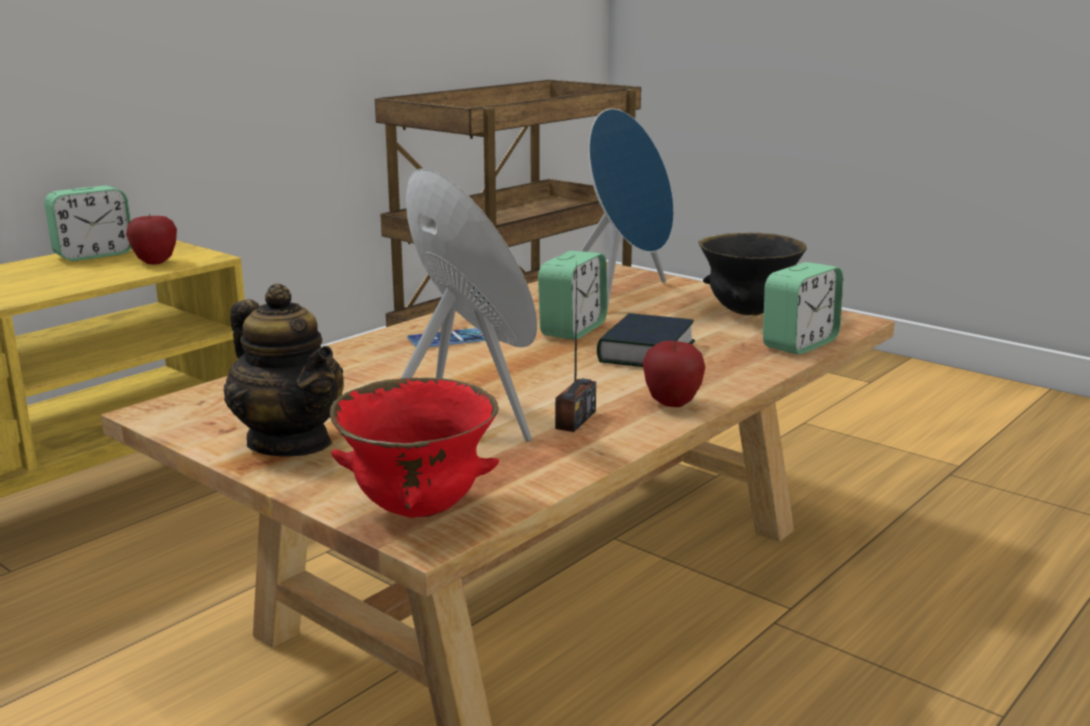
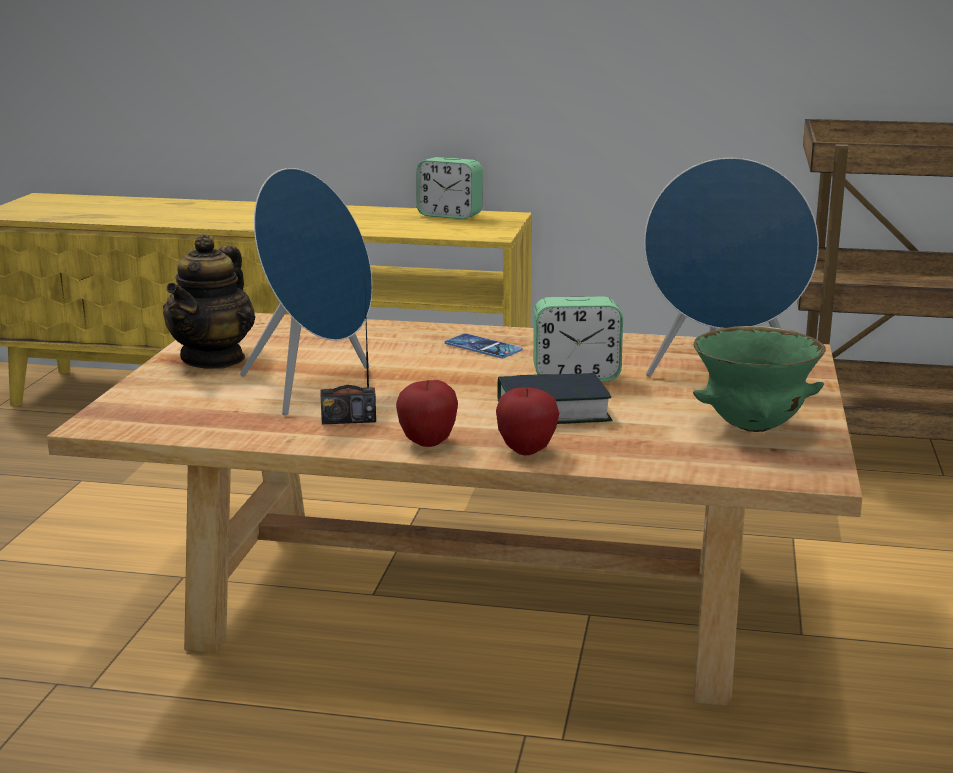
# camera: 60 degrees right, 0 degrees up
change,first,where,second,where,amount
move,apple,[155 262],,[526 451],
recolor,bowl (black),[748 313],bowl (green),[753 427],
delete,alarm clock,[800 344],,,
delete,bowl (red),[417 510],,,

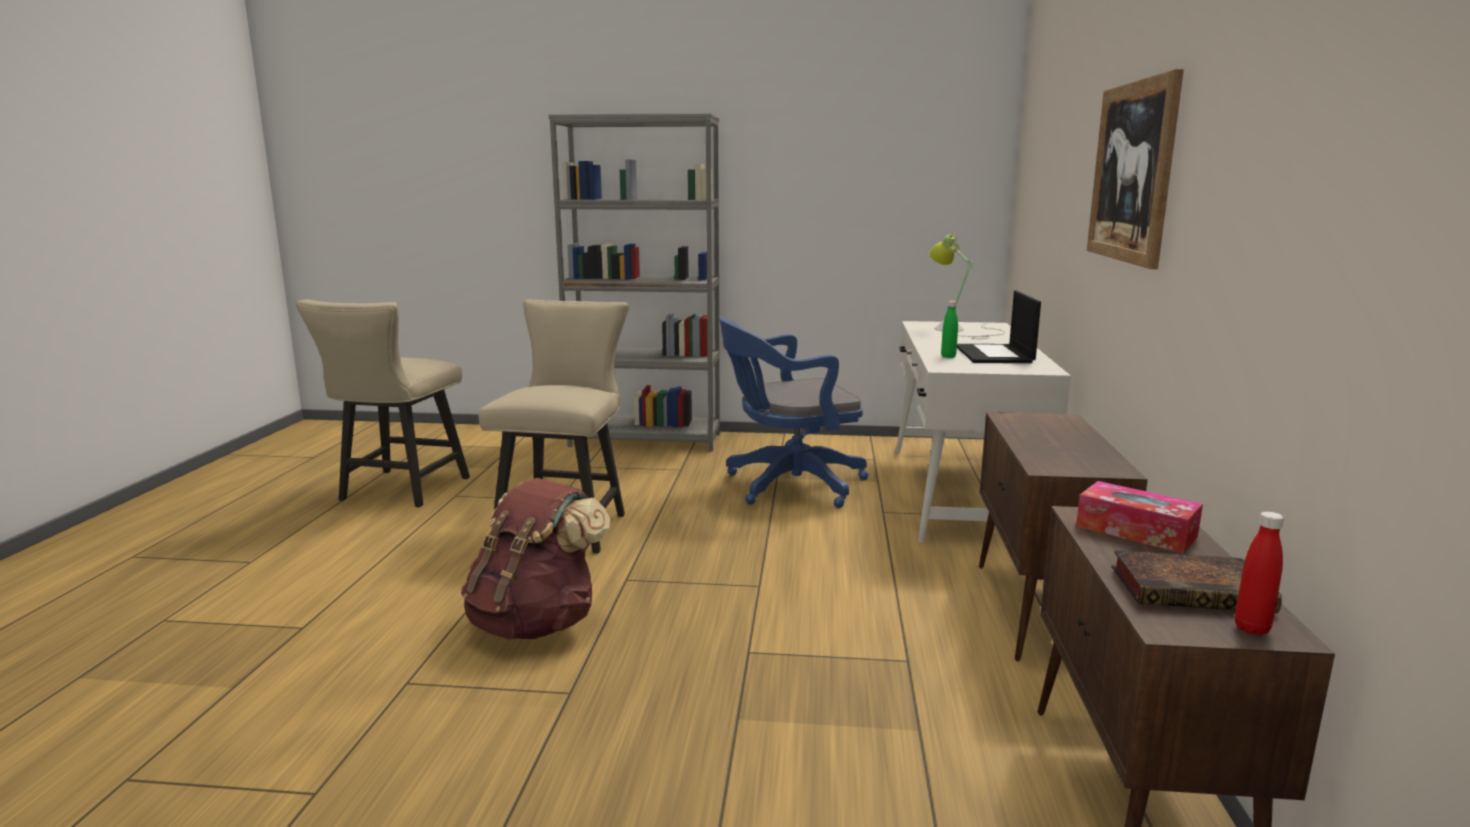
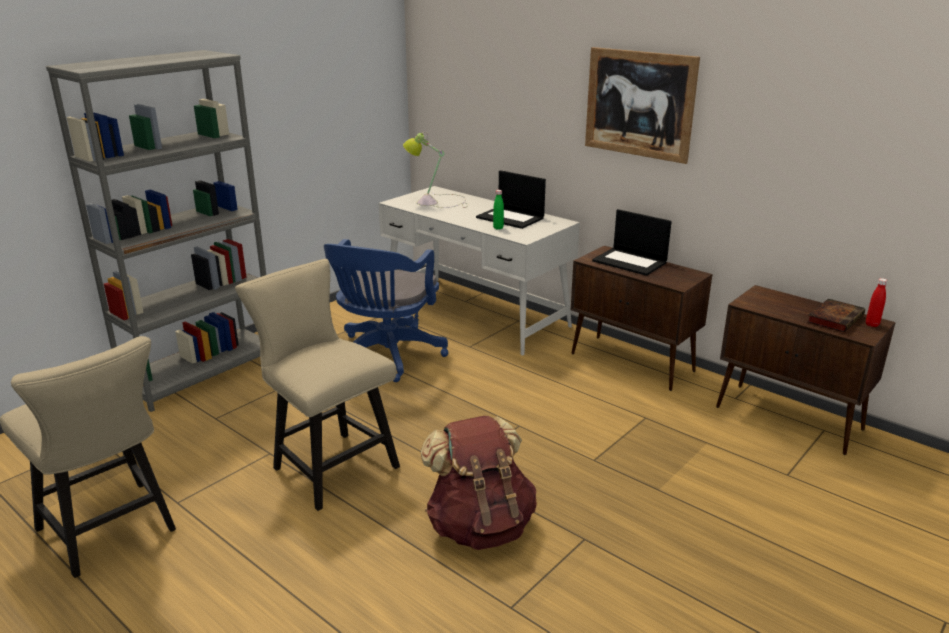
# camera: 55 degrees left, 10 degrees up
change,first,where,second,where,amount
delete,tissue box,[1136 531],,,
insert,,,laptop,[630 262],

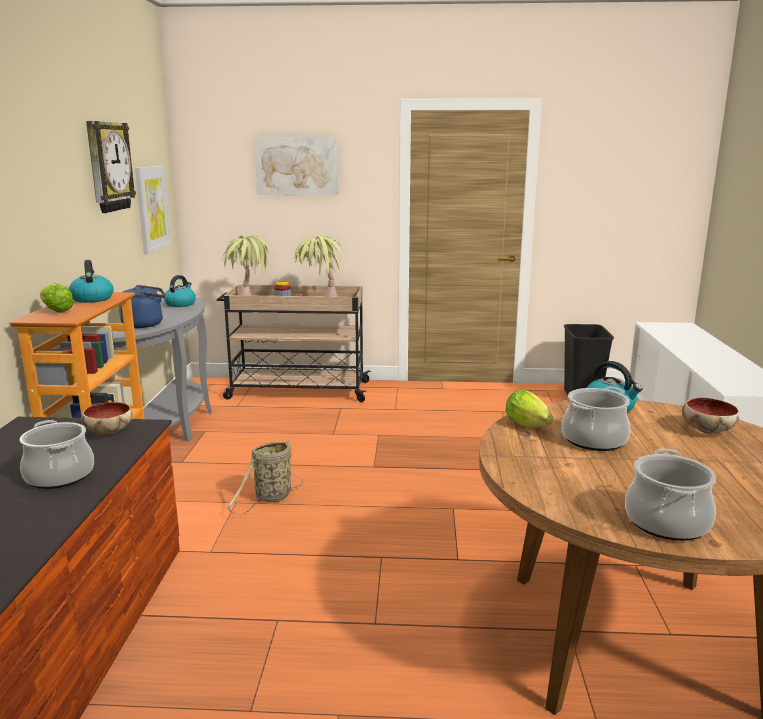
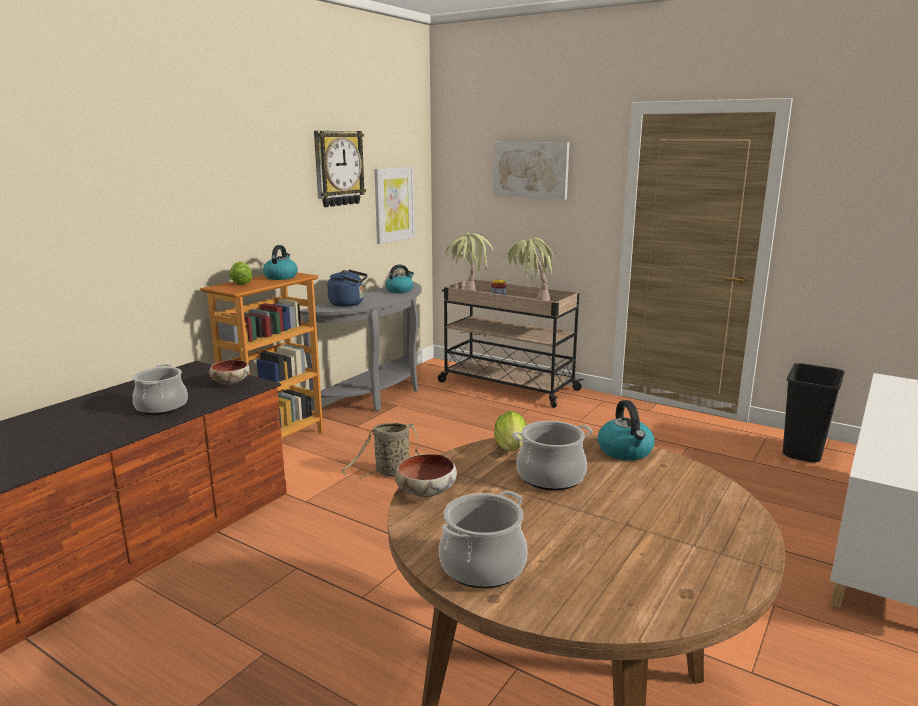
# camera: 30 degrees right, 0 degrees up
change,first,where,second,where,amount
move,bowl,[707 429],,[426 492],

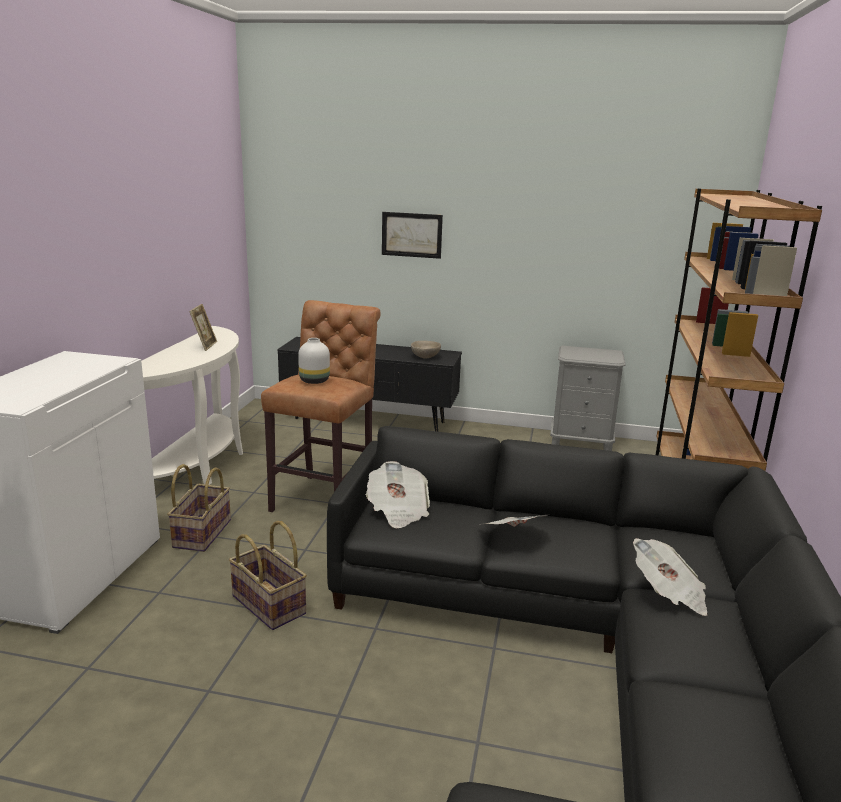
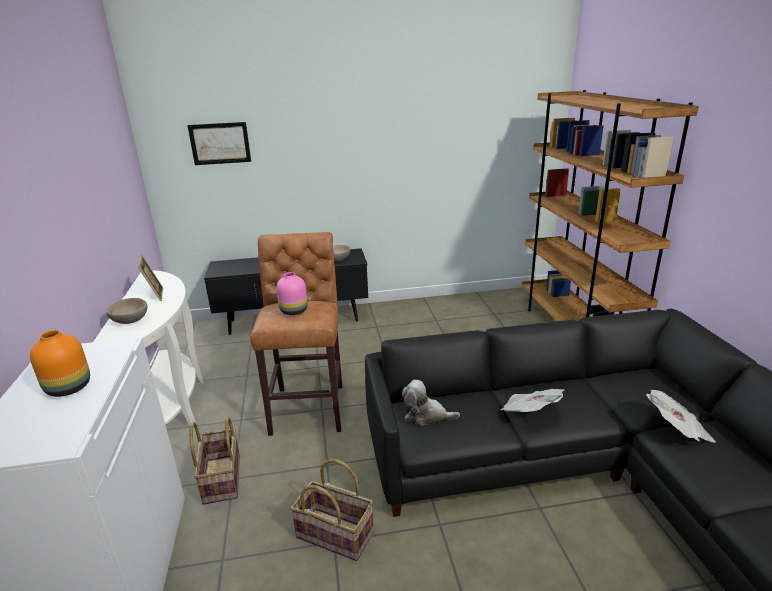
# camera: 20 degrees left, 5 degrees up
change,first,where,second,where,amount
move,picture,[411 235],,[220 143],
recolor,vase (white),[313 381],vase (pink),[293 311],
delete,nightstand (grey),[581 444],,,
replace,newspaper,[398 511],plush toy,[426 416],
insert,,,bowl (beige),[129 321],
insert,,,vase (orange),[69 388],

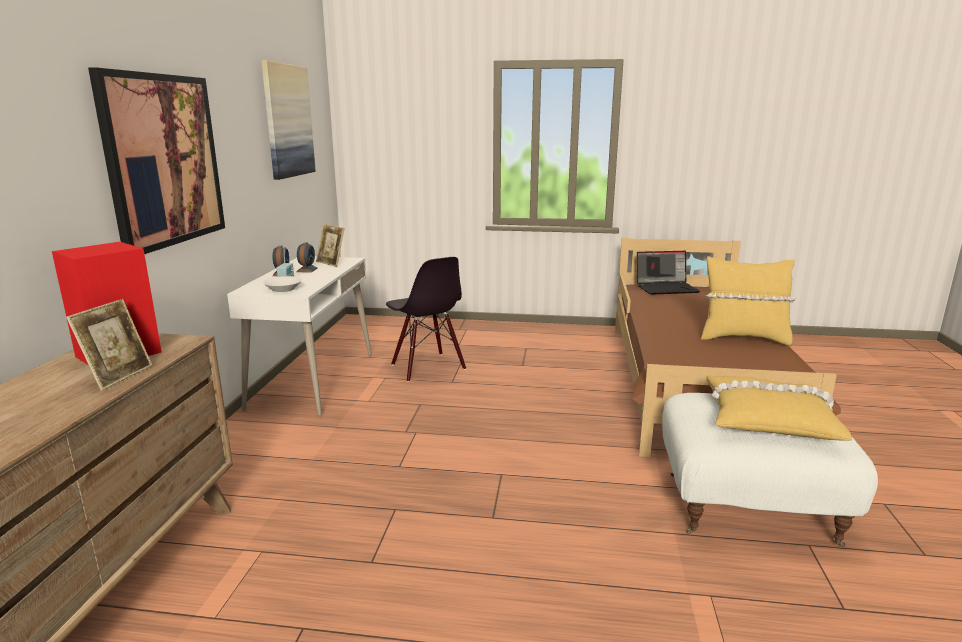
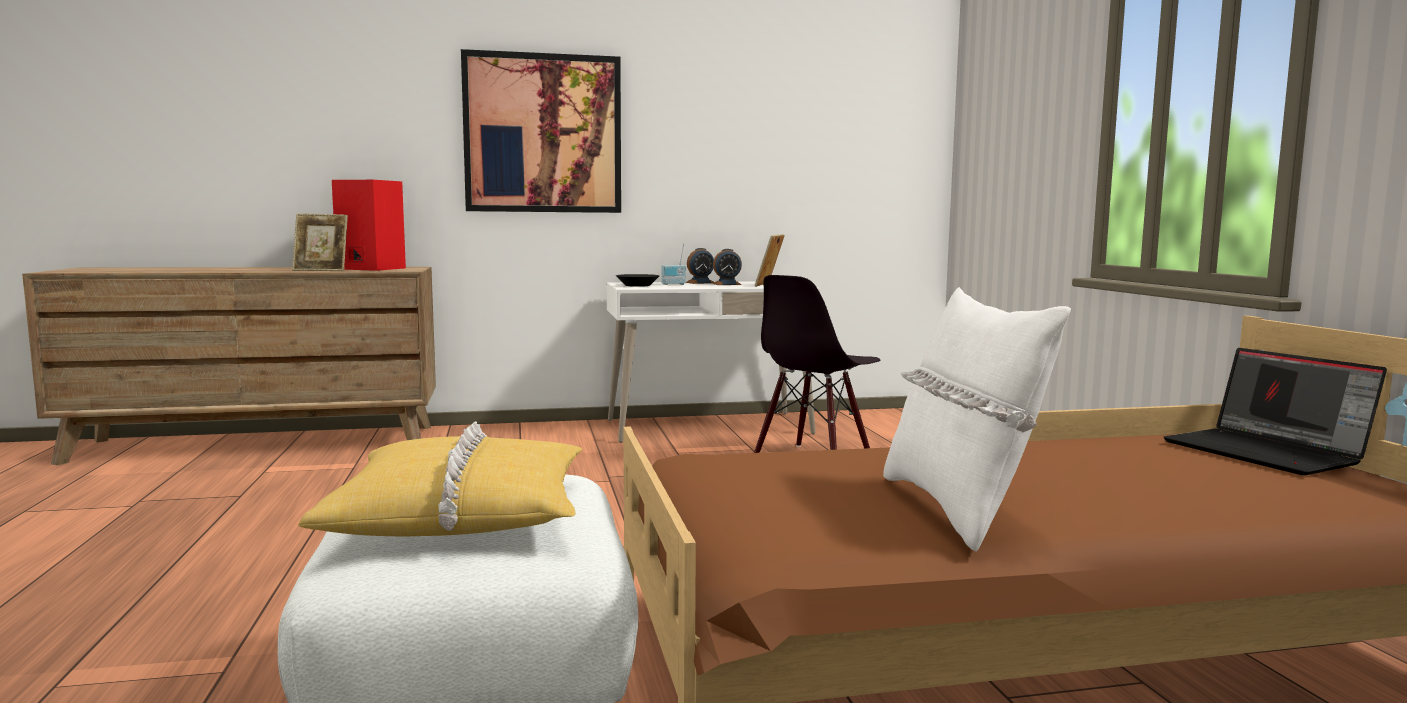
# camera: 70 degrees right, 10 degrees down
change,first,where,second,where,amount
delete,picture,[287 121],,,
recolor,pillow (yellow),[743 338],pillow (white),[958 509],
recolor,bowl (white),[283 289],bowl (black),[637 285],

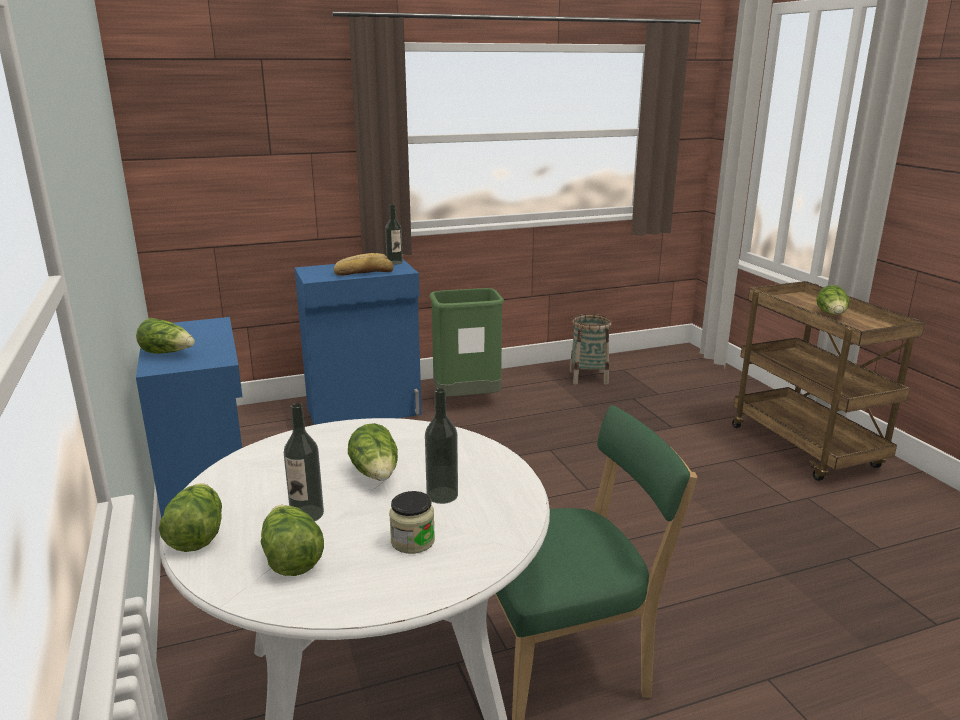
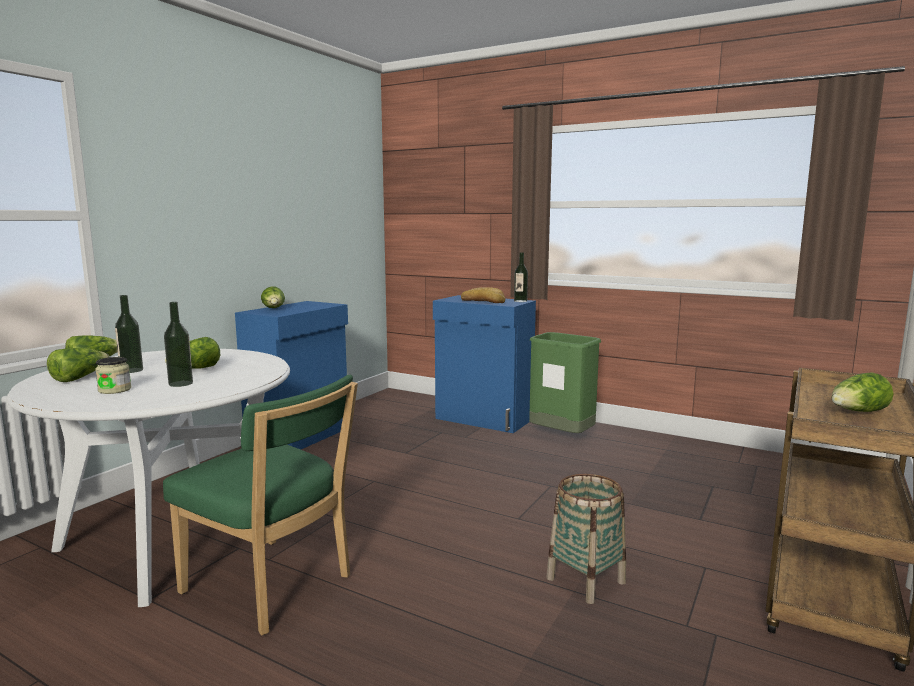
# camera: 50 degrees right, 10 degrees down
change,first,where,second,where,amount
move,basket,[588 377],,[586 580],

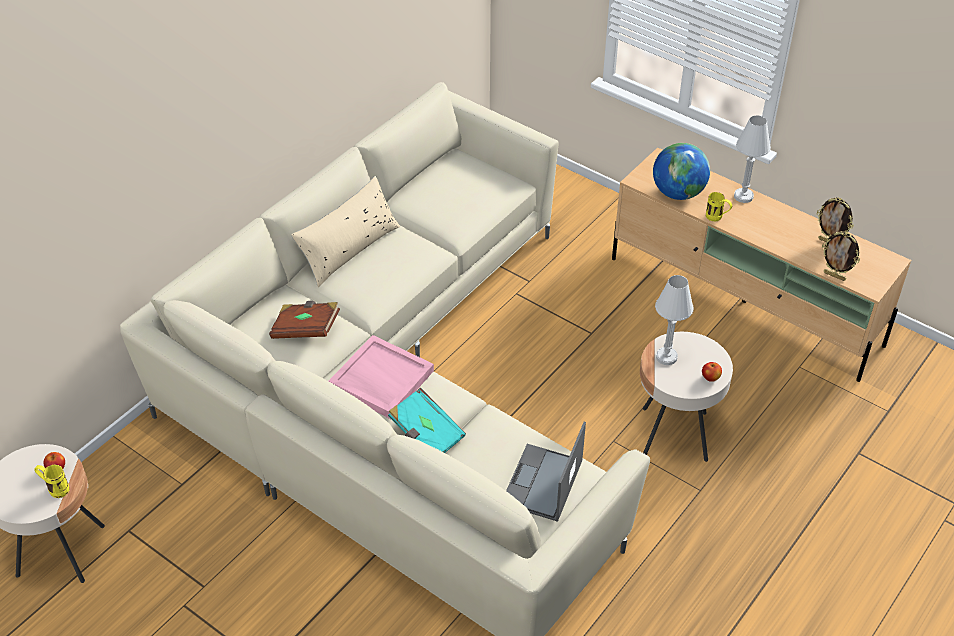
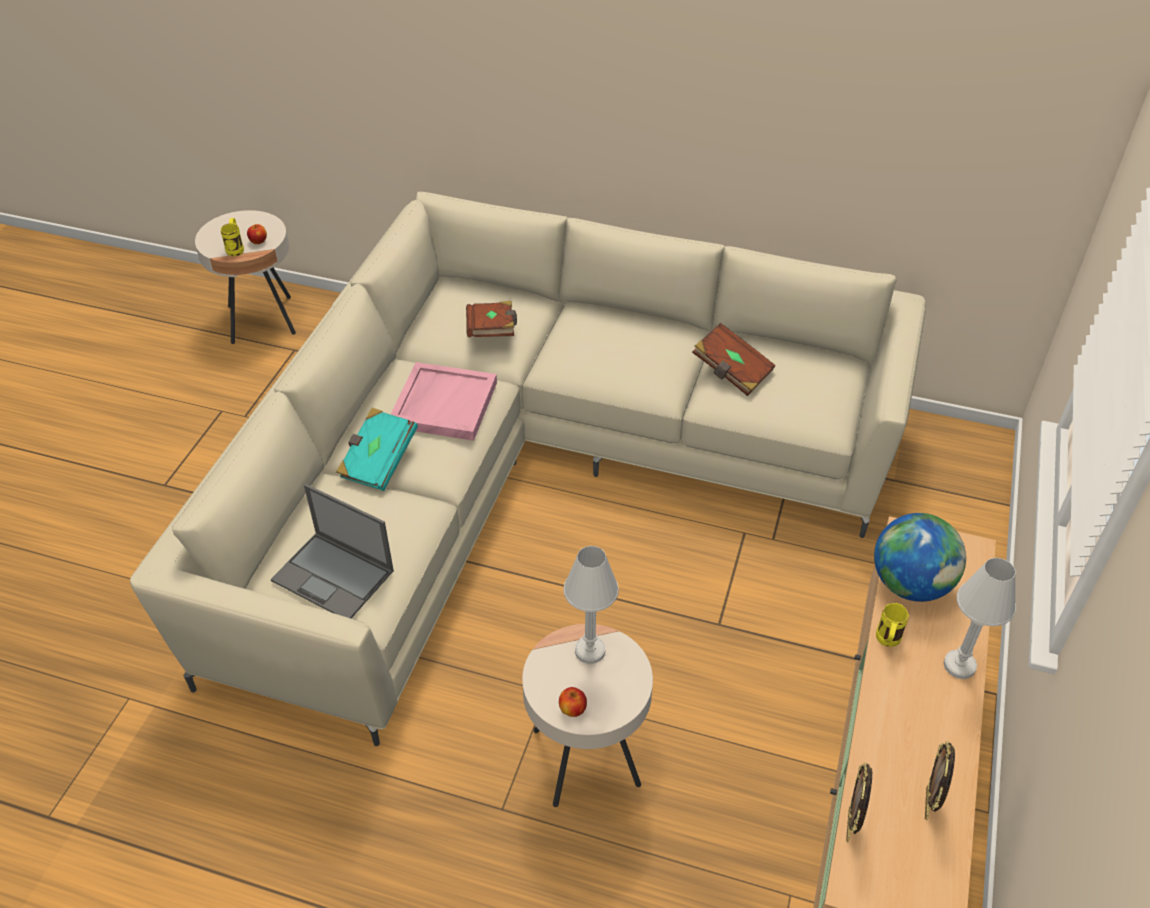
# camera: 70 degrees right, 0 degrees up
change,first,where,second,where,amount
delete,pillow (beige),[349 250],,,
rotate,laptop,[542 483],,[334 576],150 degrees counterclockwise
insert,,,book (brown),[731 371],

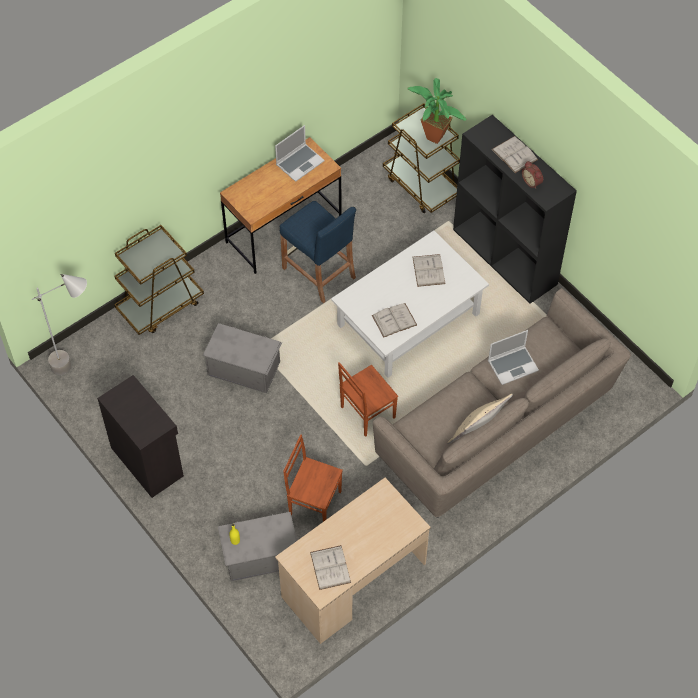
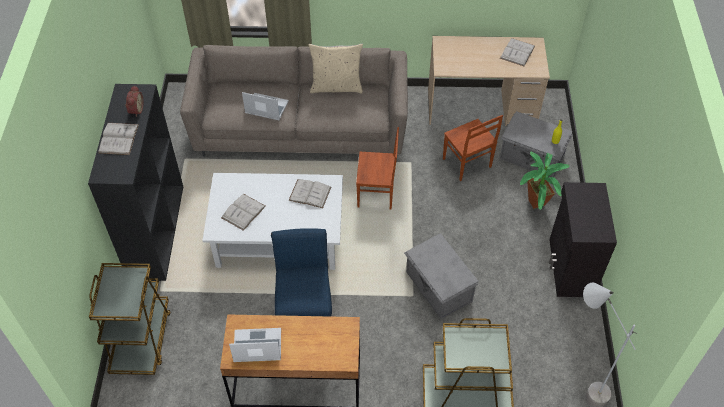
# camera: 140 degrees left, 5 degrees down
change,first,where,second,where,amount
move,potted plant,[433 134],,[536 205],

